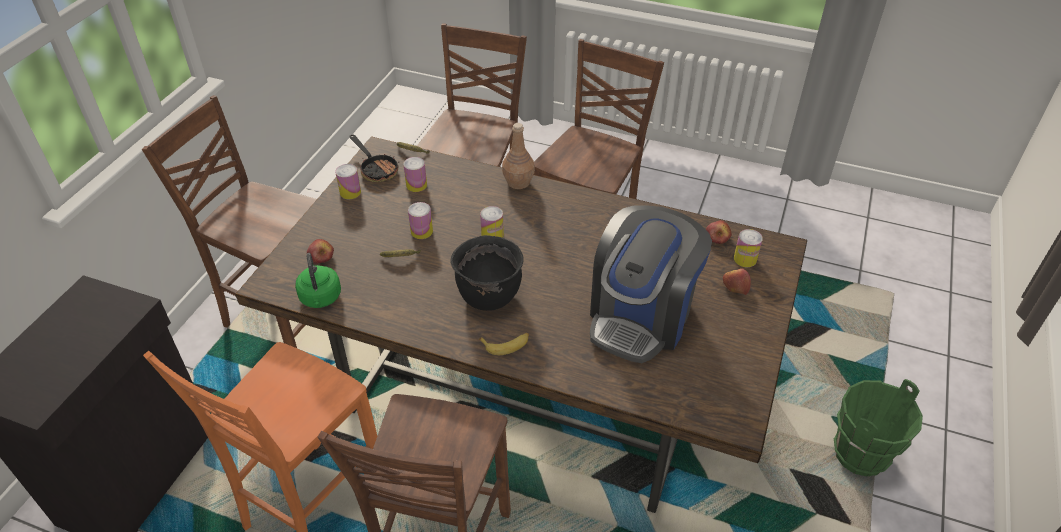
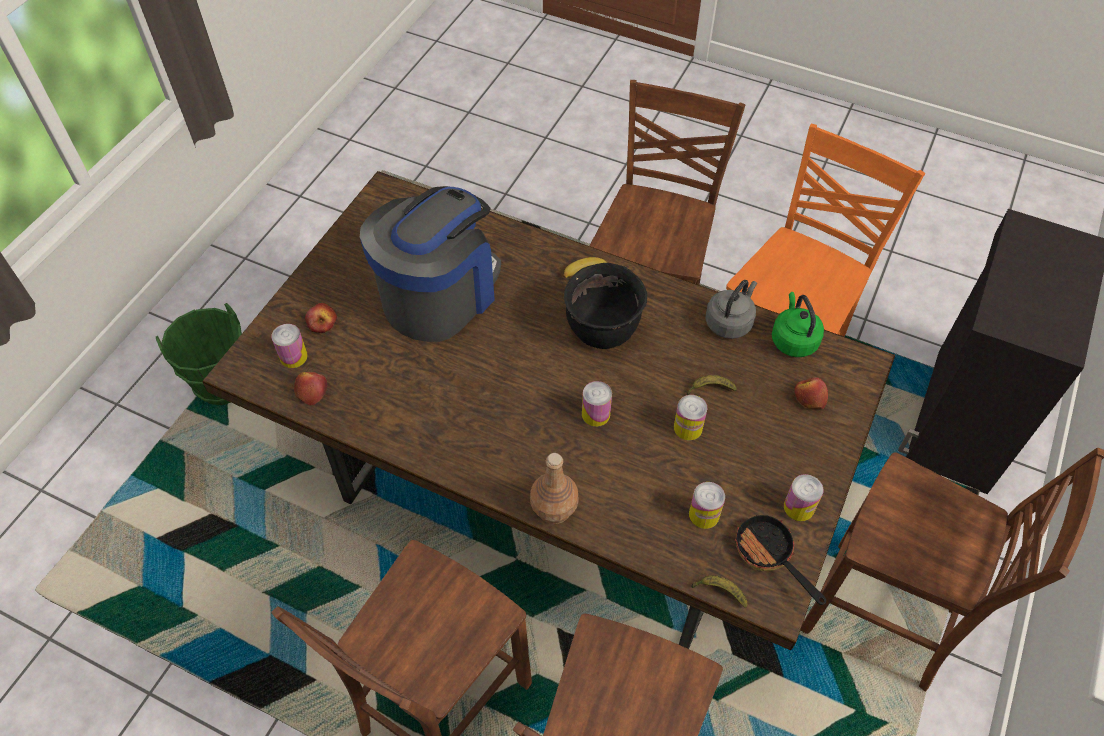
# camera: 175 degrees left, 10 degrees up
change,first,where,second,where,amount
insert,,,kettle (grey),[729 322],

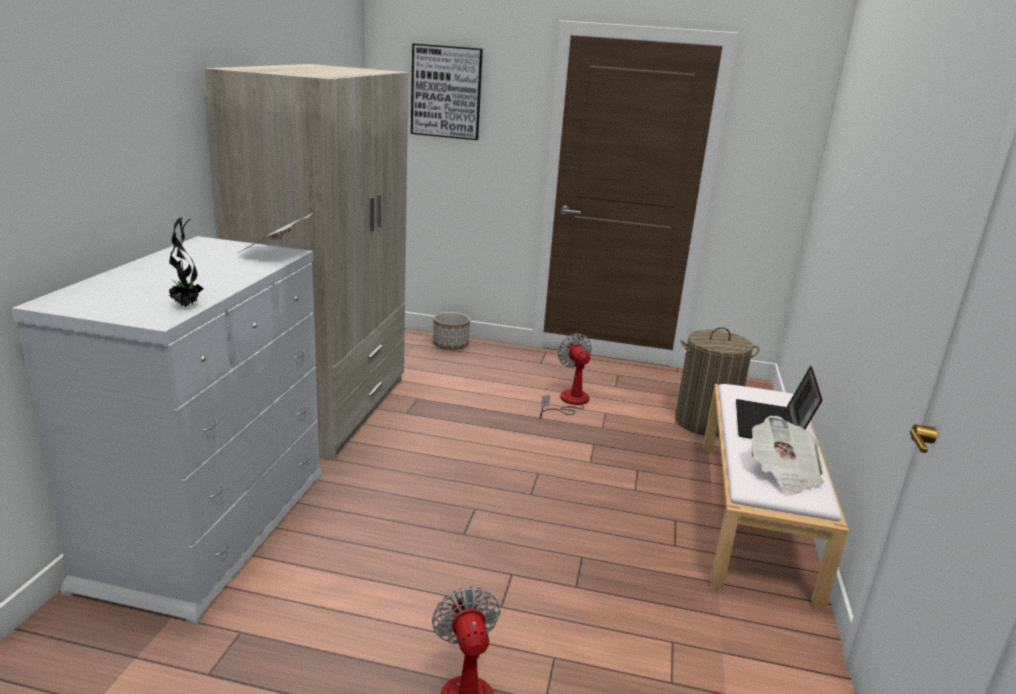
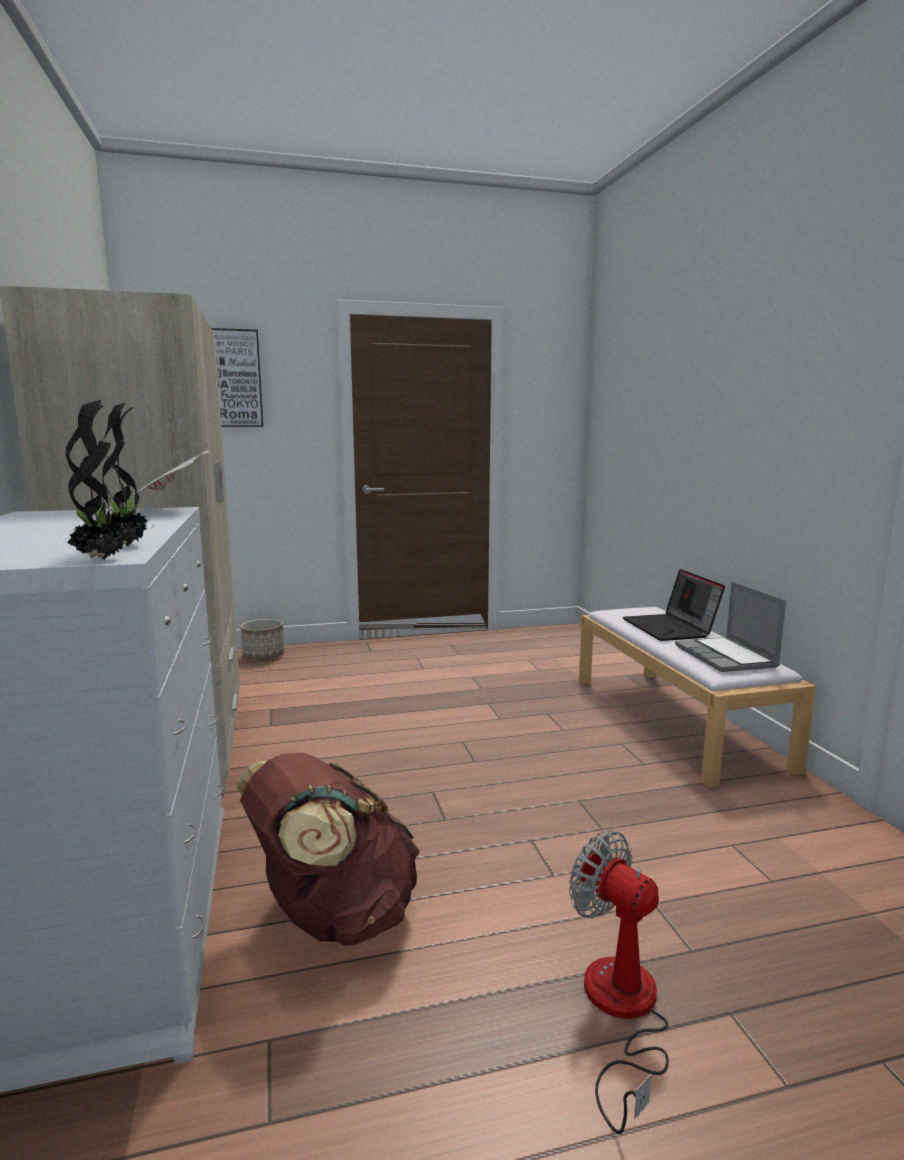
# camera: 25 degrees left, 10 degrees down
change,first,where,second,where,amount
delete,laundry basket,[705 422],,,
delete,fan,[569 402],,,
replace,newspaper,[783 473],laptop,[727 657],
insert,,,potted plant,[102 559],
insert,,,backpack (brown),[333 917],

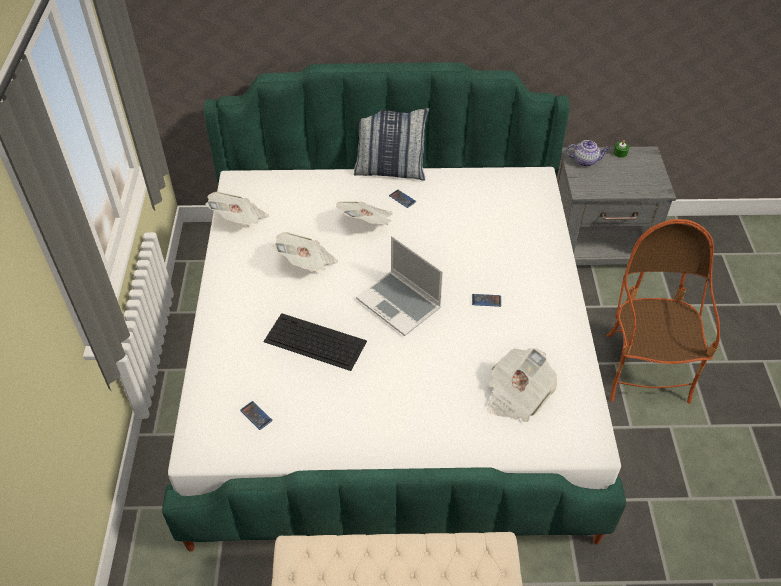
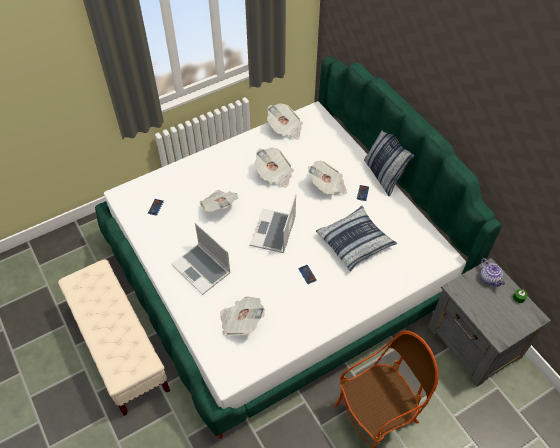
# camera: 60 degrees right, 5 degrees up
change,first,where,second,where,amount
replace,keyboard,[314 341],newspaper,[219 206],
insert,,,pillow,[355 242],
insert,,,laptop,[202 269],

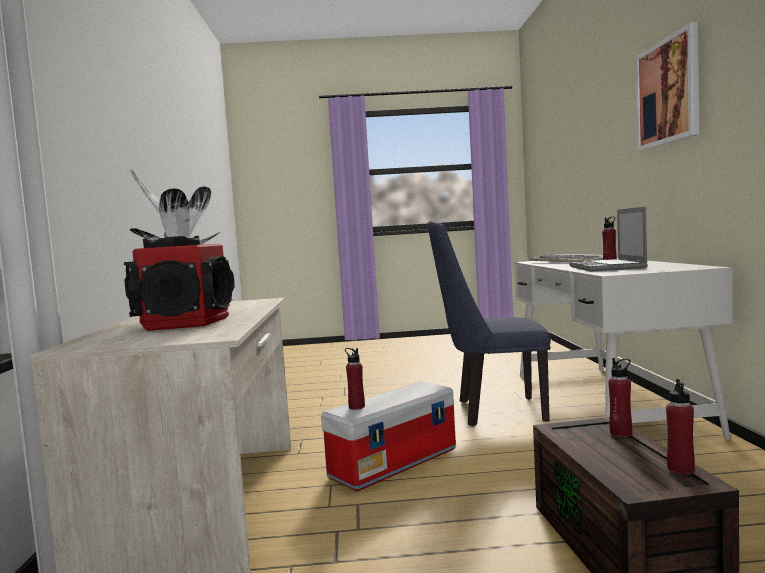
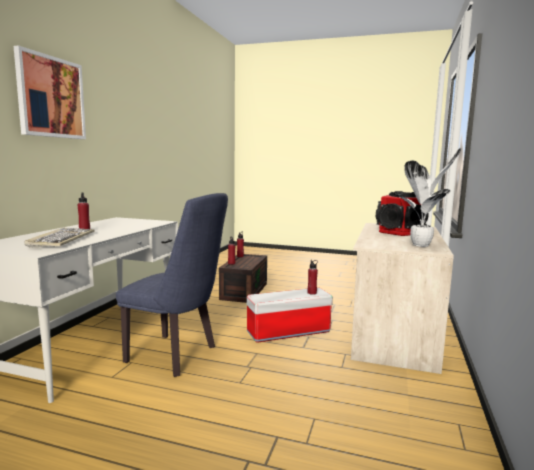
# camera: 160 degrees left, 5 degrees up
change,first,where,second,where,amount
delete,laptop,[608 267],,,

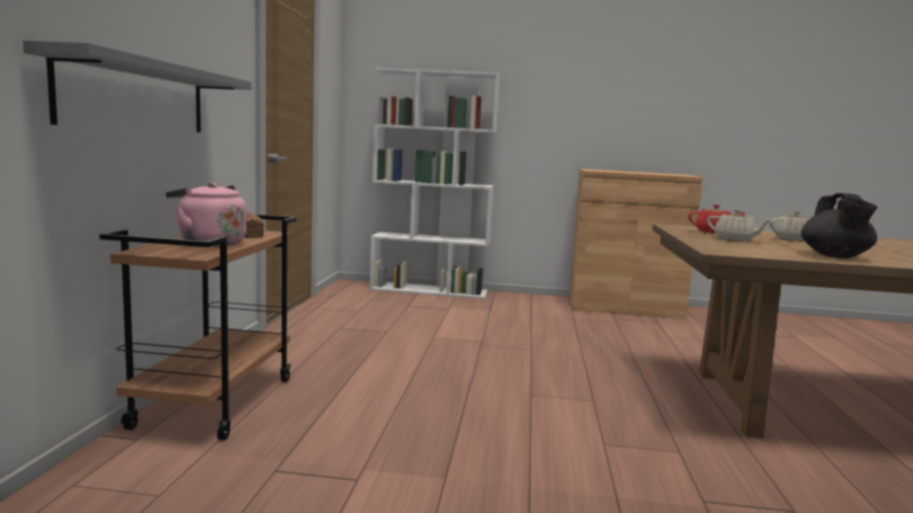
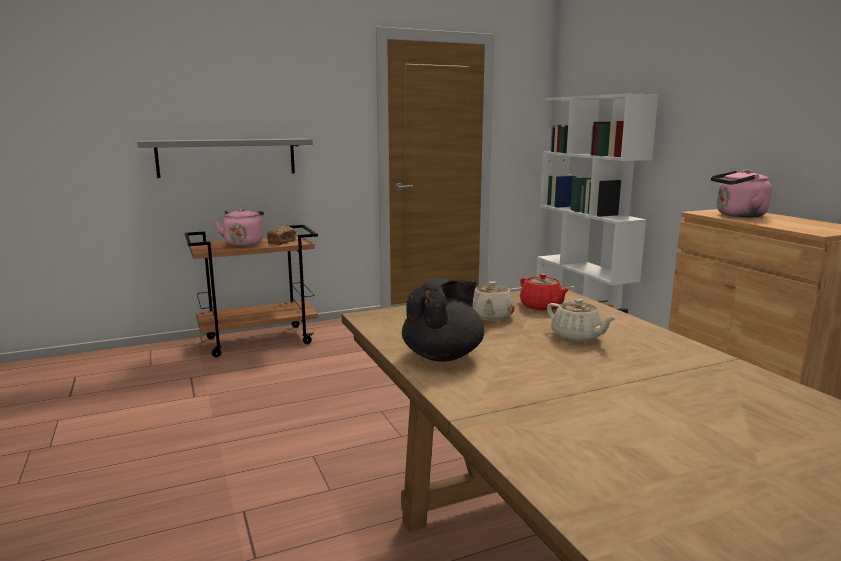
# camera: 60 degrees right, 5 degrees up
change,first,where,second,where,amount
rotate,teapot (black),[835 256],,[443 355],150 degrees clockwise
insert,,,kettle (pink),[737 215],

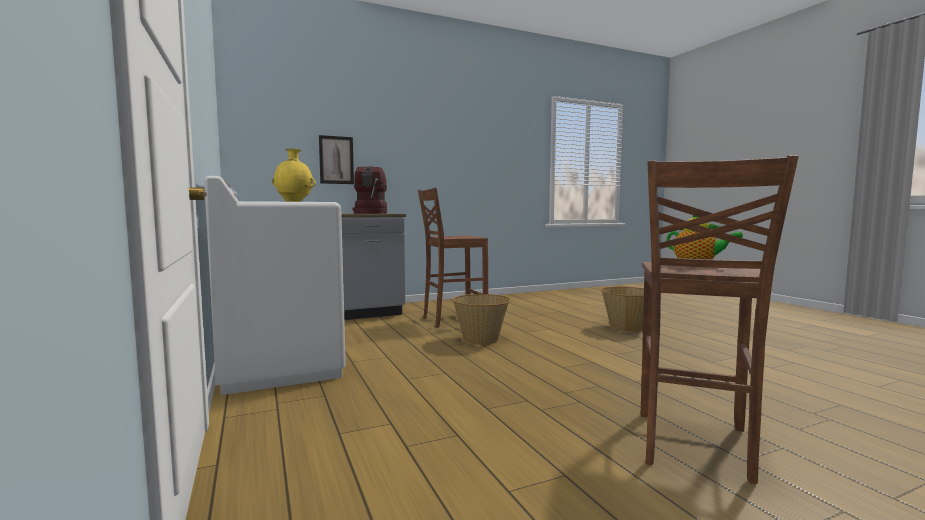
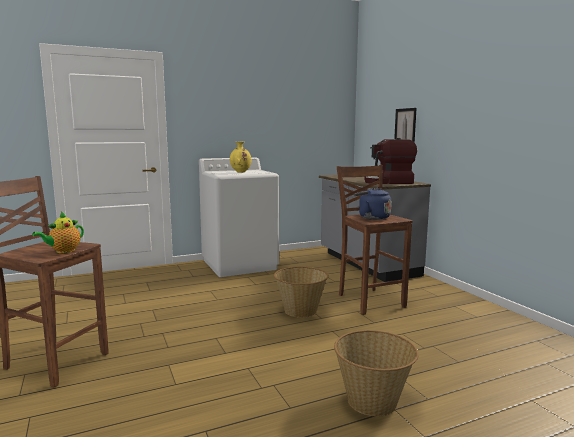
# camera: 90 degrees right, 5 degrees up
change,first,where,second,where,amount
insert,,,kettle (blue),[372 217],

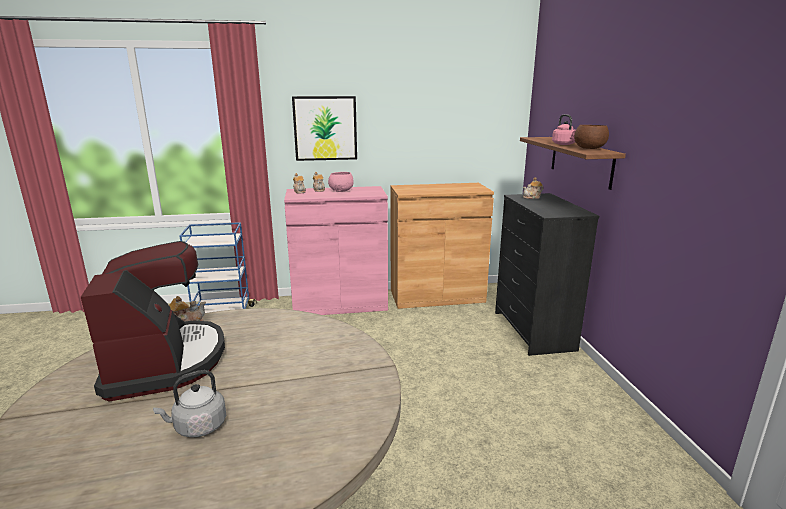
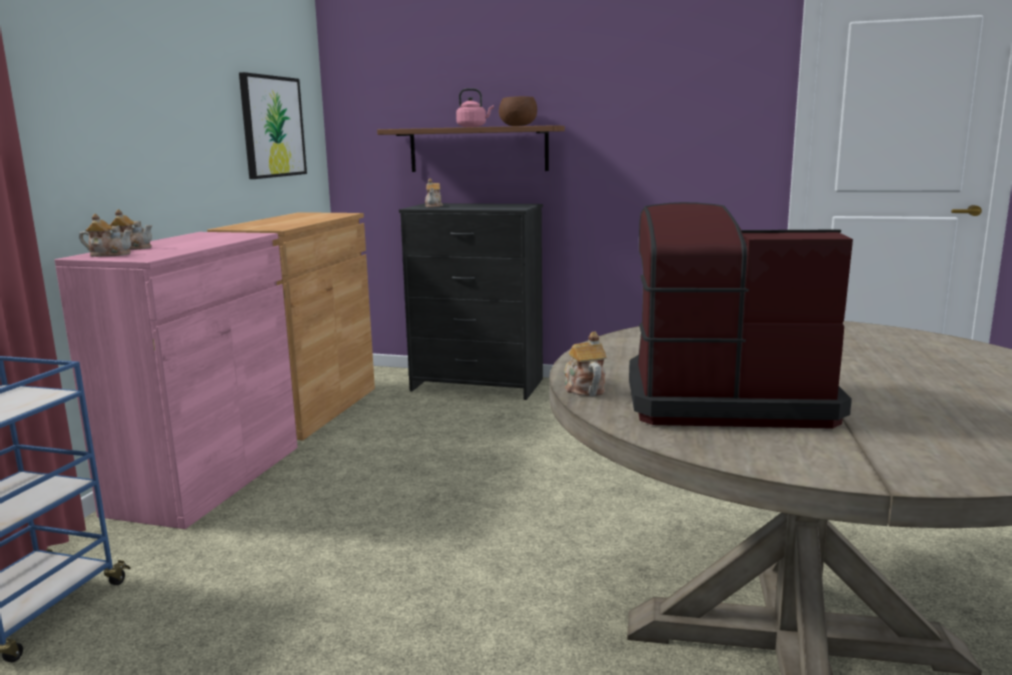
# camera: 65 degrees left, 5 degrees down
change,first,where,second,where,amount
move,picture,[325 128],,[272 127],
delete,bowl (pink),[341 191],,,
delete,kettle (grey),[198 427],,,

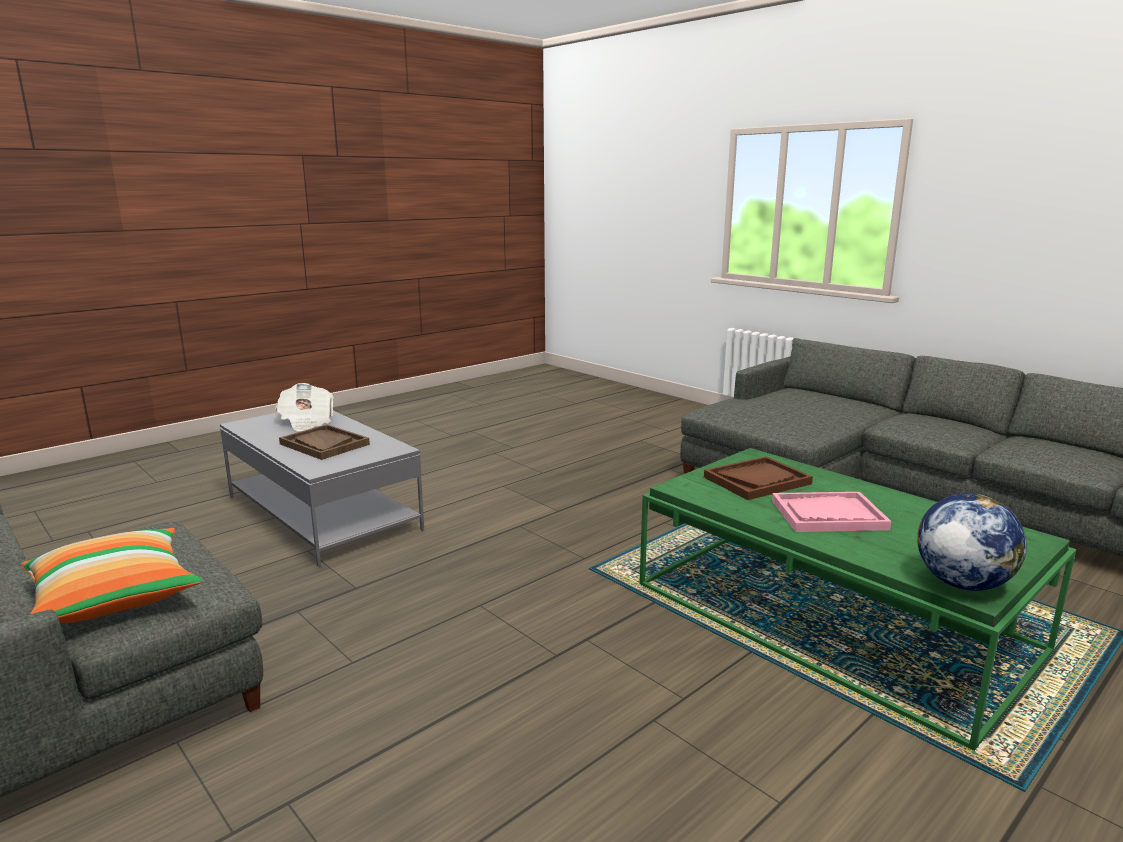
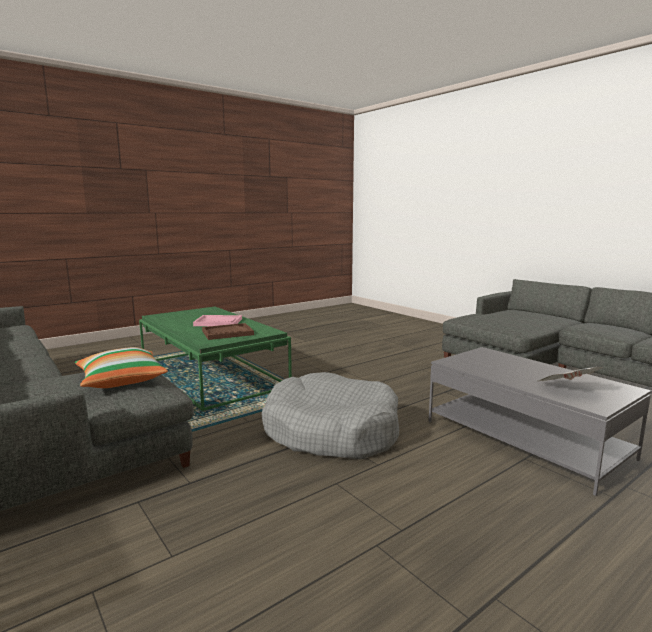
# camera: 175 degrees left, 5 degrees down
change,first,where,second,where,amount
delete,tray (brown),[324 444],,,
delete,globe,[961 583],,,
move,pillow,[114 596],,[121 380],
insert,,,dog bed (grey),[331 431],

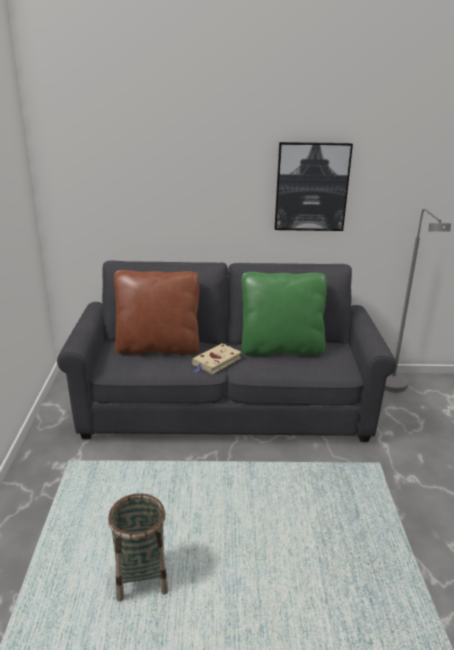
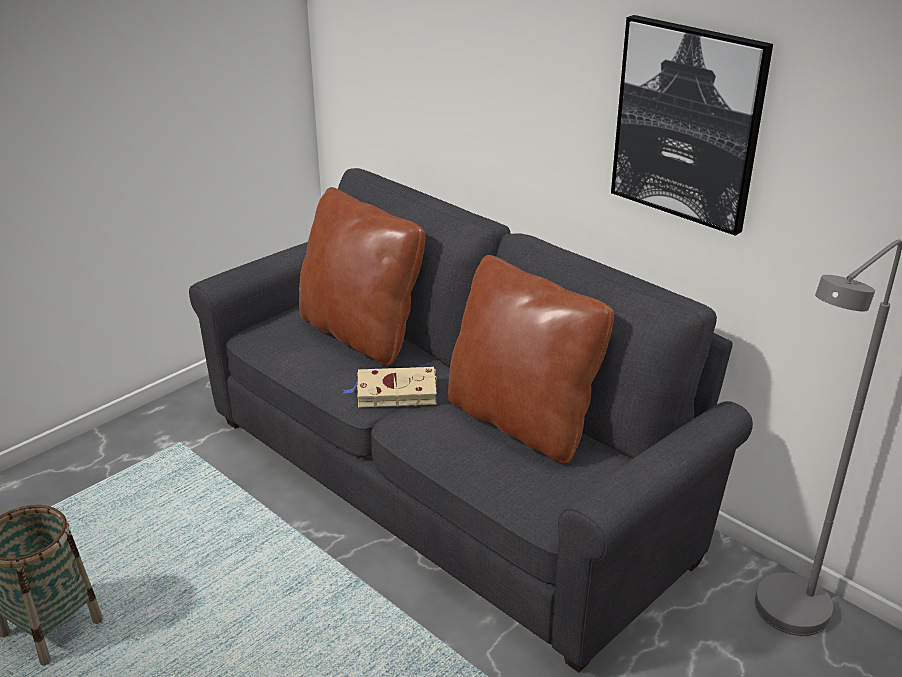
# camera: 45 degrees right, 5 degrees up
change,first,where,second,where,amount
recolor,pillow (green),[281 349],pillow (brown),[522 421],

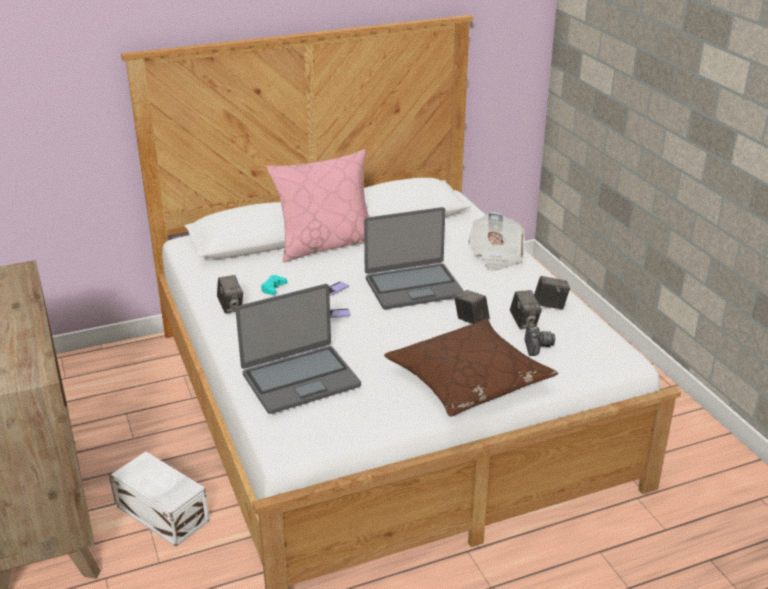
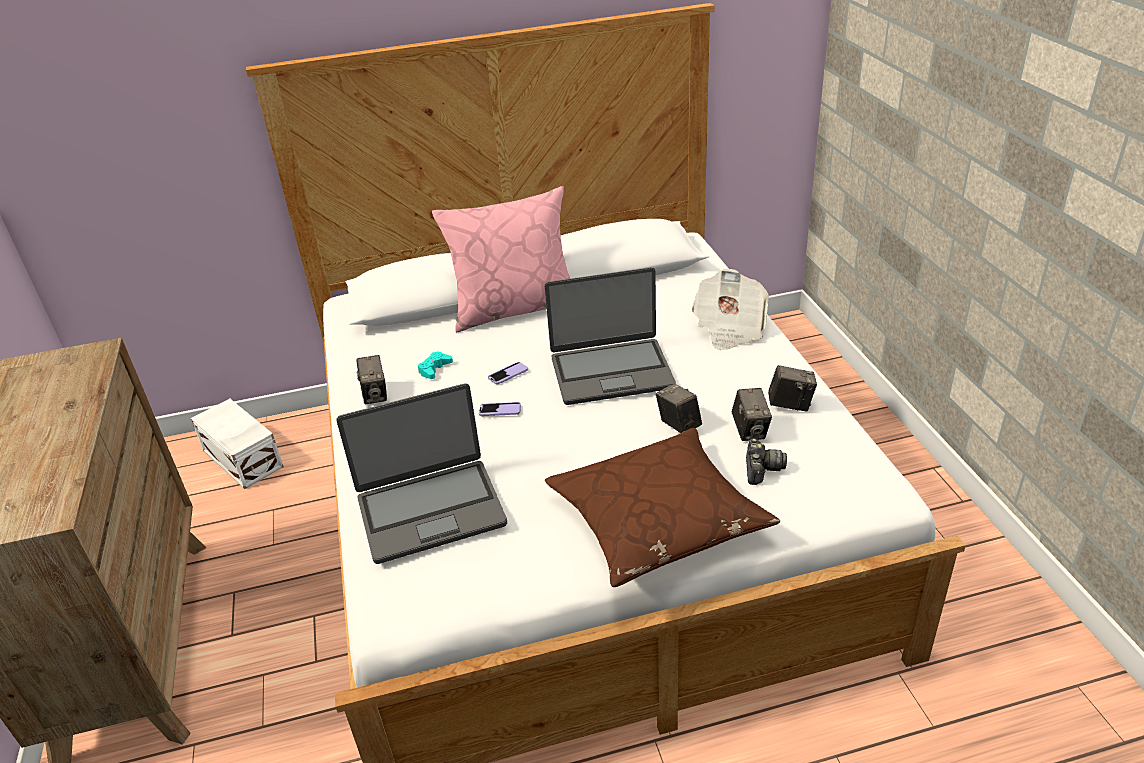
# camera: 10 degrees right, 5 degrees up
change,first,where,second,where,amount
move,storage box (white),[162 515],,[242 460],

